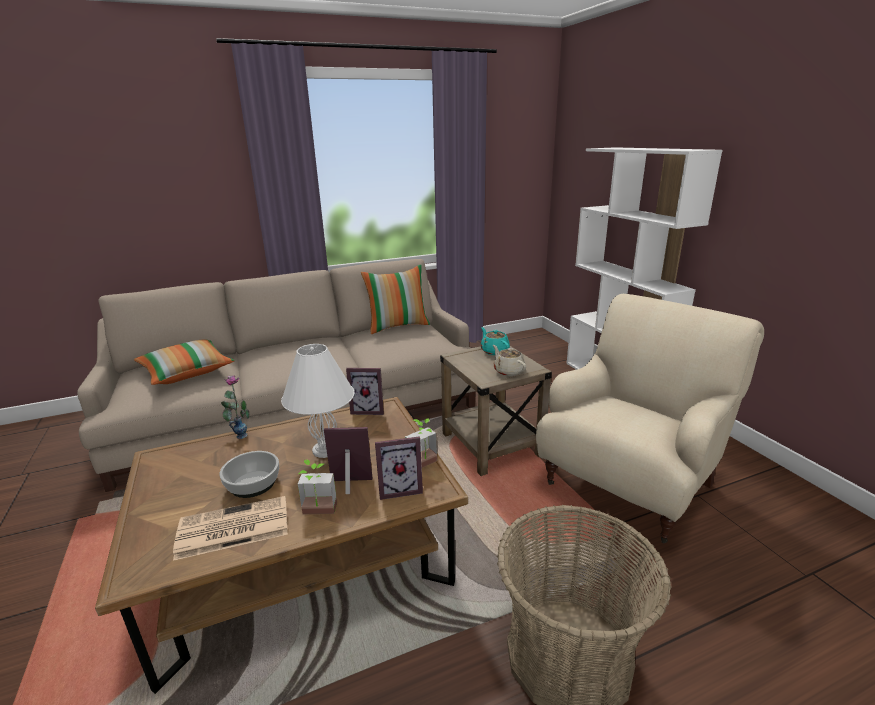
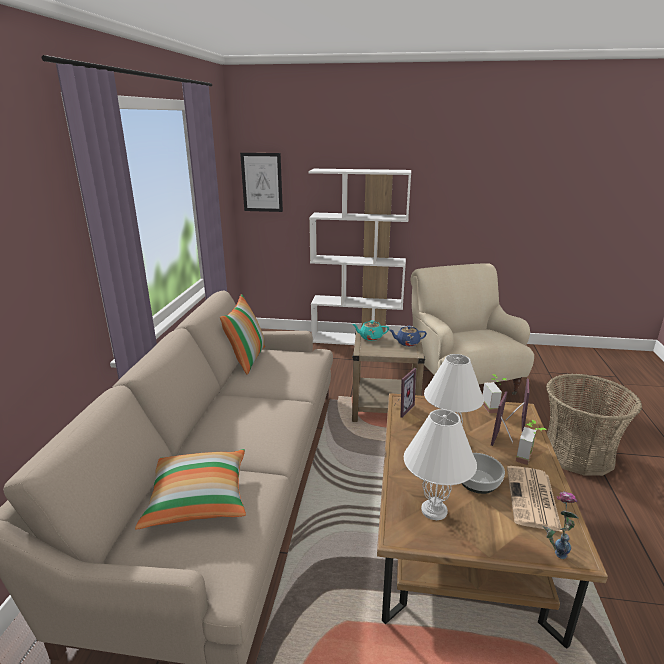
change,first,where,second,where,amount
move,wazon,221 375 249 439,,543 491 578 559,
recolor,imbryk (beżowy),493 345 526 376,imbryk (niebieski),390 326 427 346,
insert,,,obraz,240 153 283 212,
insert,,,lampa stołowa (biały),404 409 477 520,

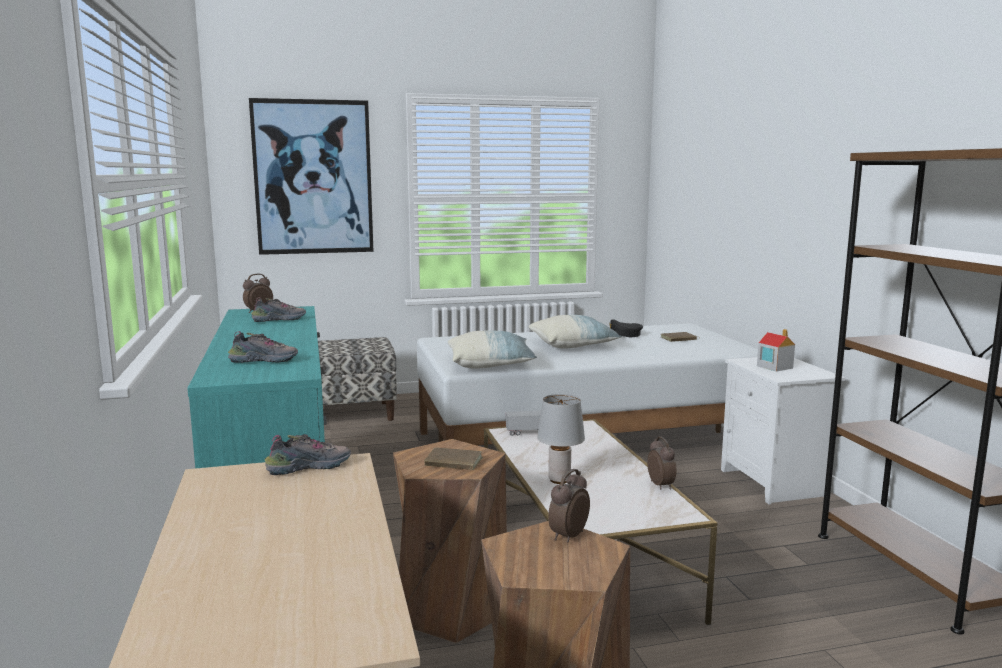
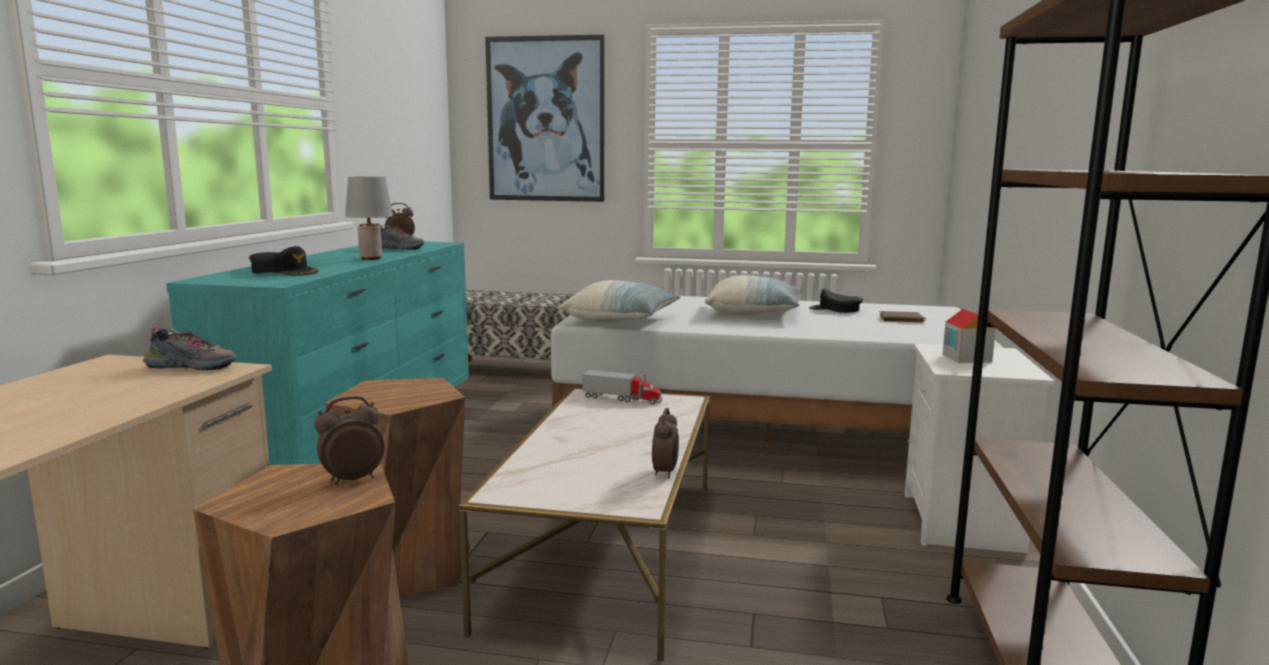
change,first,where,second,where,amount
replace,but,228 331 298 363,czapka z daszkiem (czarny),249 246 319 276,
delete,książka (brązowy),424 448 483 470,,,
move,lampa stołowa (szary),537 394 585 484,,345 177 393 260,

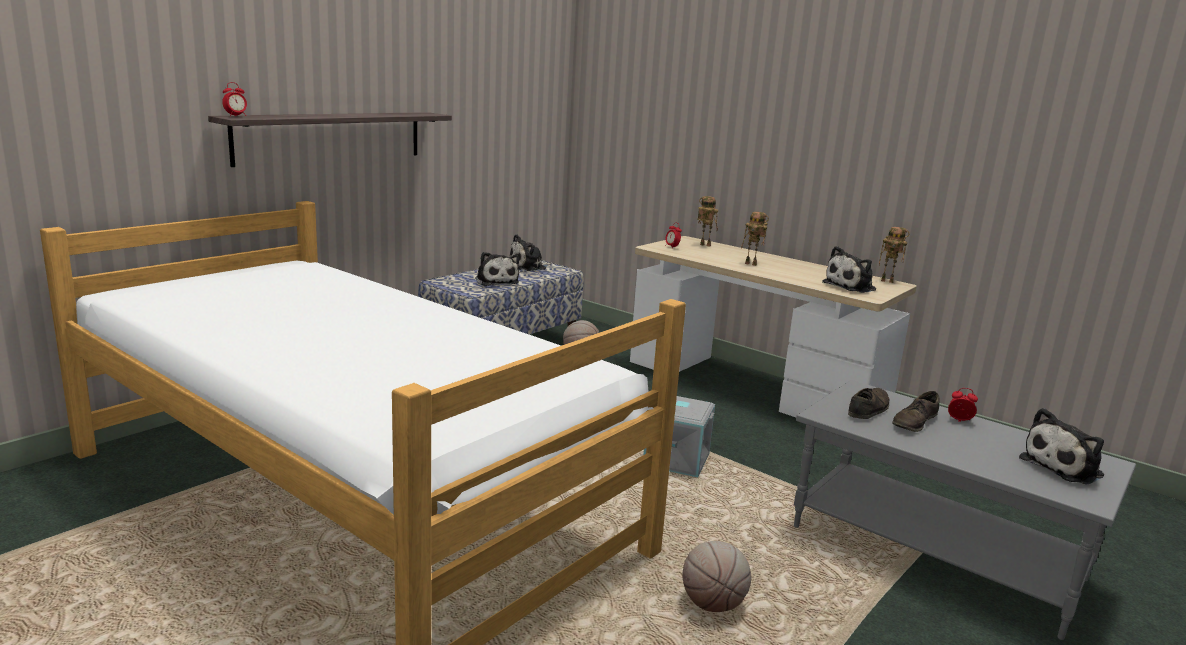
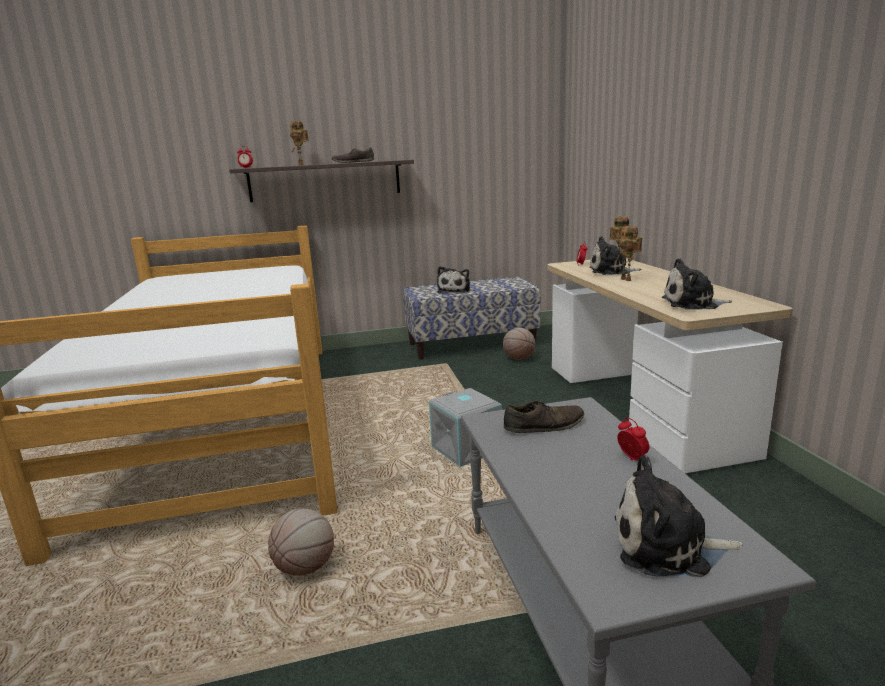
change,first,where,second,where,amount
move,pluszak,509 234 552 271,,589 236 642 275,
move,robot zabawkowy,879 227 909 283,,290 121 309 165,
move,but (brązowy),892 391 940 432,,332 148 374 163,

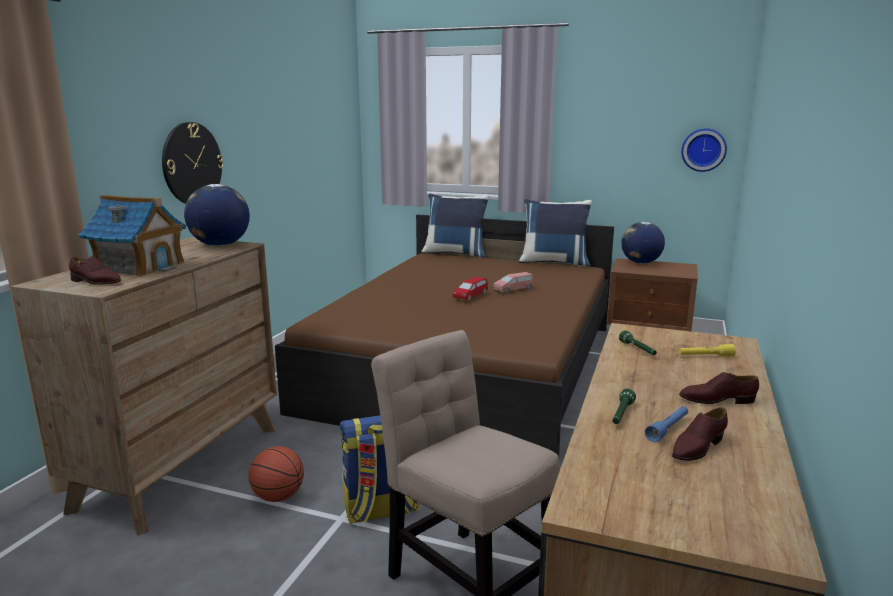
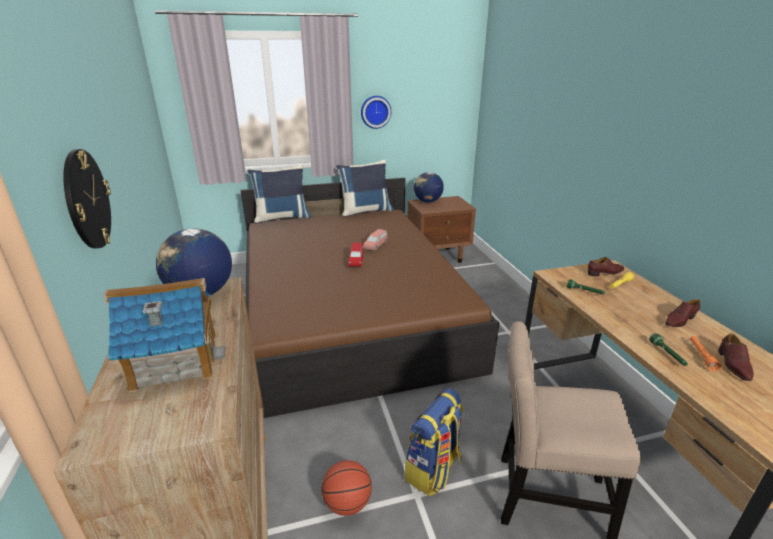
change,first,where,second,where,amount
move,but (brązowy),69 256 121 285,,588 257 624 276,
recolor,latarka (niebieski),645 406 688 442,latarka (pomarańczowy),690 336 722 371,
move,zegar ścienny,681 128 727 172,,361 96 391 129,

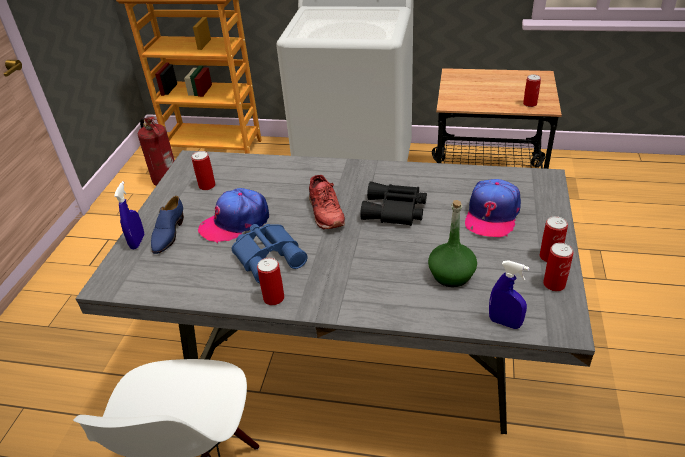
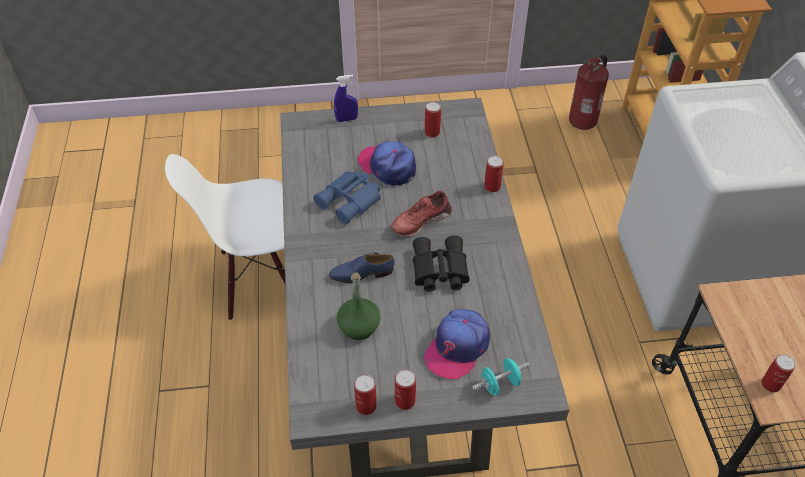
change,first,where,second,where,amount
move,but (niebieski),151 196 184 254,,329 252 394 283,
move,puszka,257 258 284 305,,484 156 504 192,
rotate,czapka z daszkiem,465 179 521 237,,424 309 490 380,60 degrees counterclockwise
delete,spryskiwacz (niebieski),489 260 529 329,,,
insert,,,hantel (turkusowy),472 358 530 396,

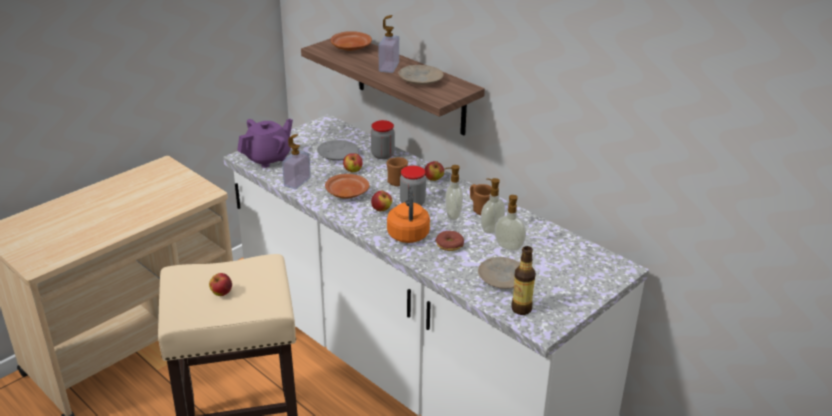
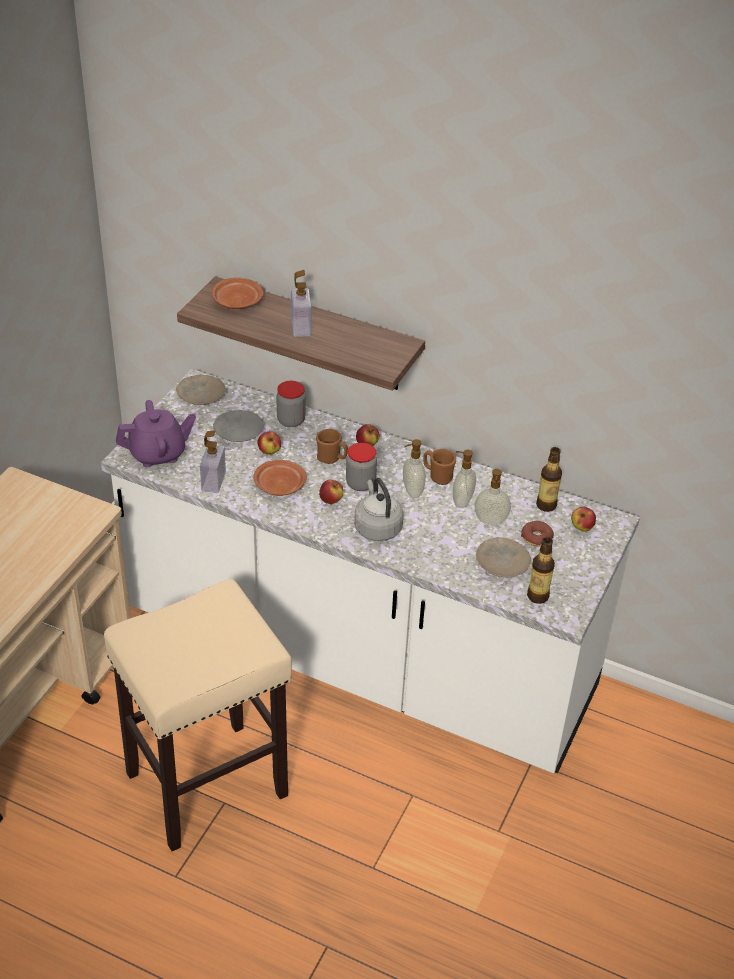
change,first,where,second,where,amount
move,jabłko,209 273 232 296,,571 507 596 532,
rotate,imbryk (fioletowy),237 119 293 168,,116 400 196 467,45 degrees clockwise
recolor,czajnik (pomarańczowy),387 186 430 243,czajnik (szary),354 478 404 541,
move,talerz (beżowy),398 65 444 85,,176 375 226 405,
move,donut,435 231 464 251,,521 521 554 546,
insert,,,butelka,536 447 562 512,

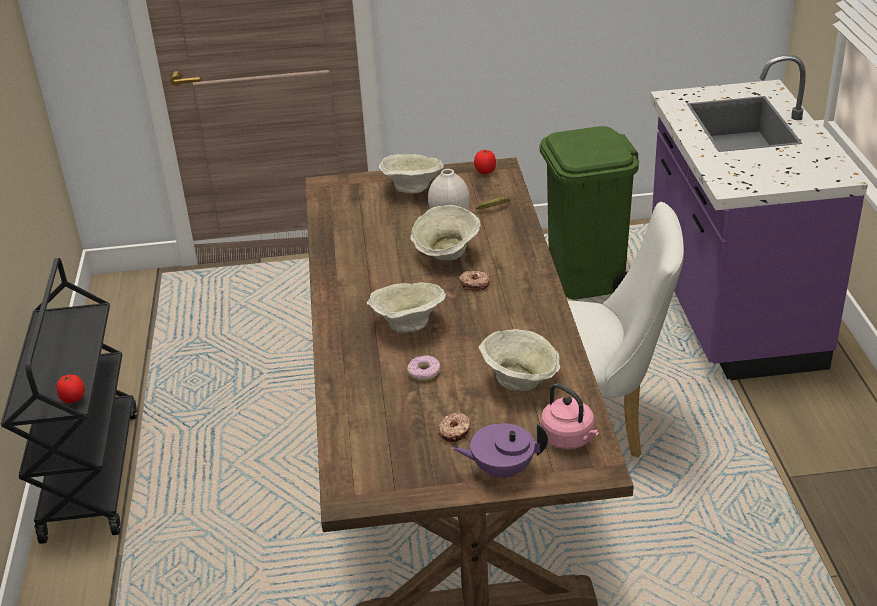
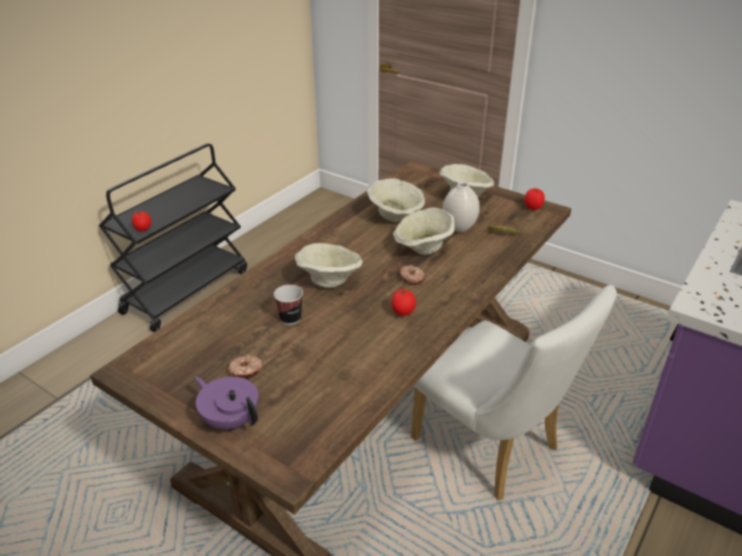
change,first,where,second,where,amount
replace,donut,407 355 441 381,filiżanka,274 285 303 325,
move,miska (beżowy),479 329 560 391,,367 179 425 222,
delete,kosz na śmieci (zielony),539 126 639 299,,,
delete,czajnik (różowy),541 383 599 449,,,
insert,,,pomidor,391 289 416 316,

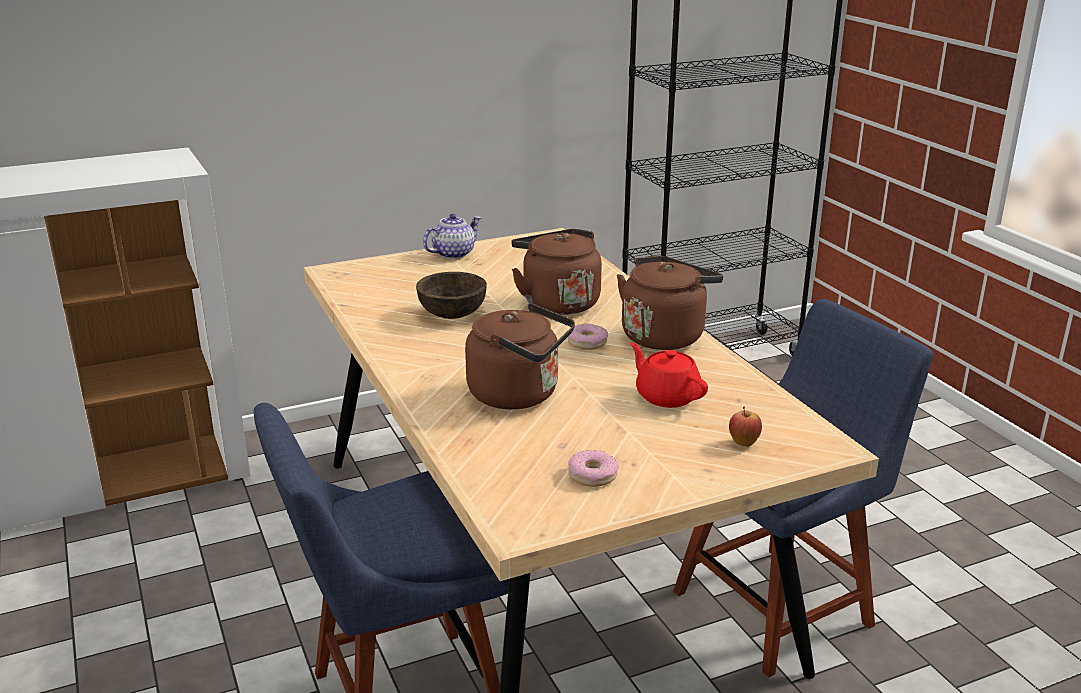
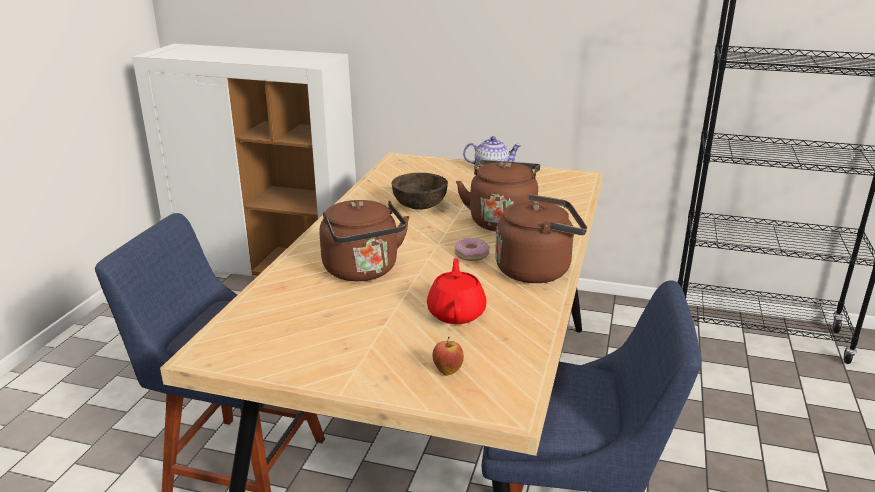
change,first,where,second,where,amount
delete,donut,568 450 619 487,,,

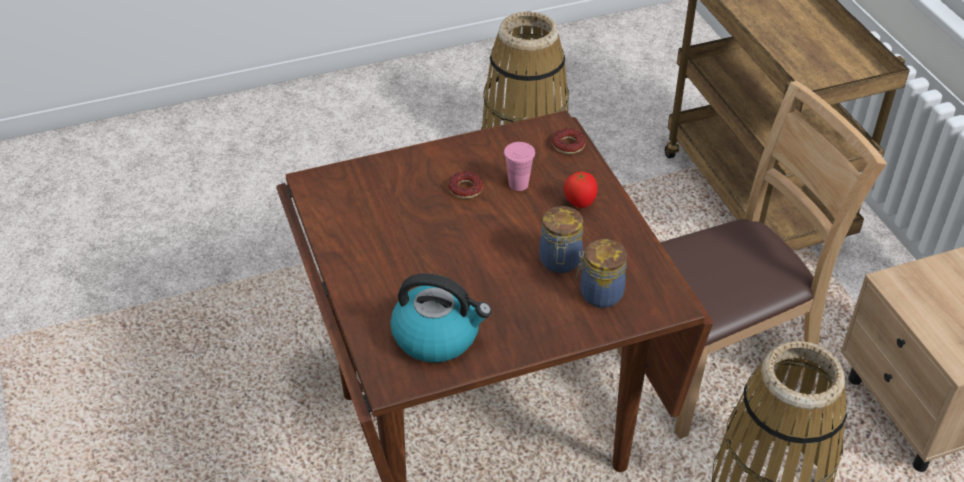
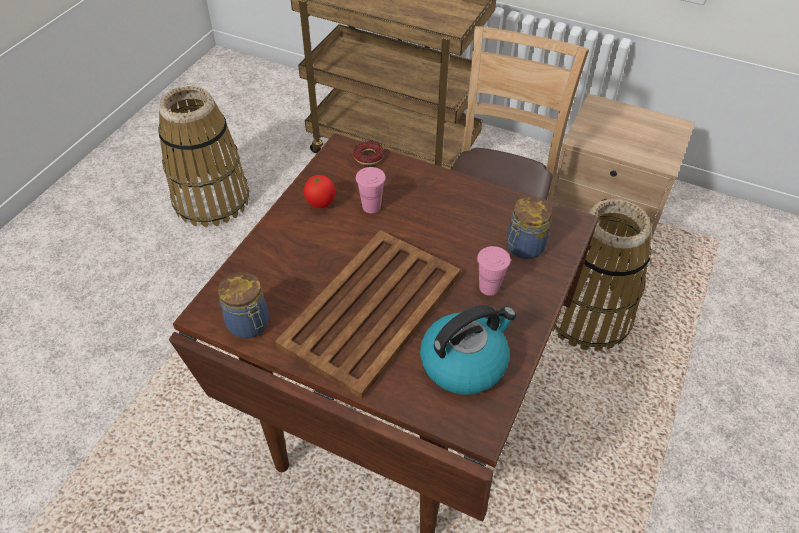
change,first,where,second,where,amount
delete,donut,448 171 483 199,,,
move,słoik,539 206 583 273,,218 272 269 339,
move,pomidor,564 171 598 208,,304 175 335 208,
insert,,,taca (brązowy),275 230 461 399,
insert,,,filiżanka (różowy),477 246 511 296,

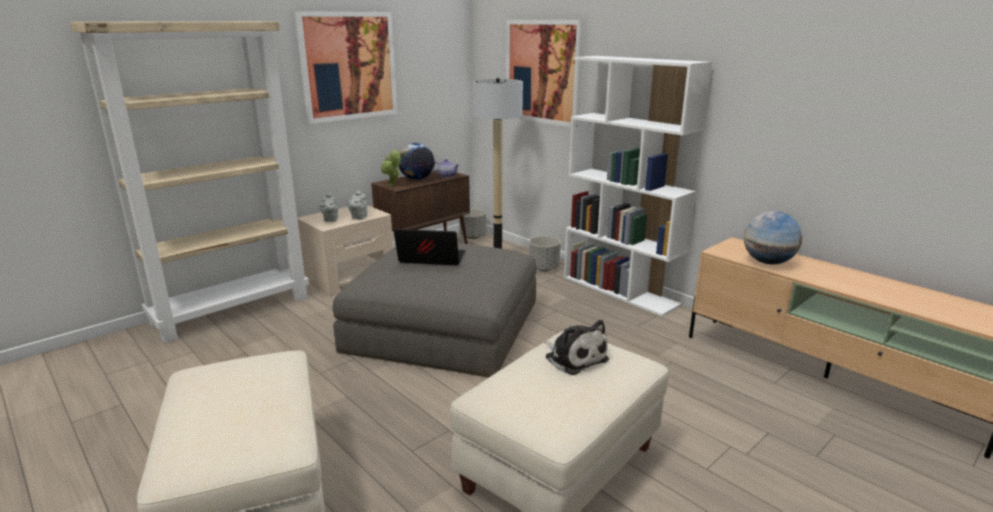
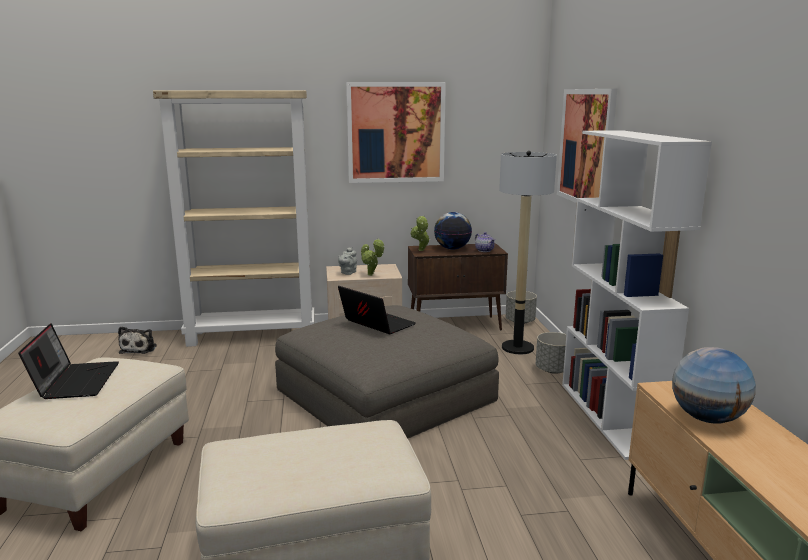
change,first,where,second,where,amount
replace,imbryk (szary),347 190 367 220,roślina doniczkowa,361 238 384 276,
move,pluszak,544 320 609 375,,118 326 157 354,
insert,,,laptop,18 323 119 399,

